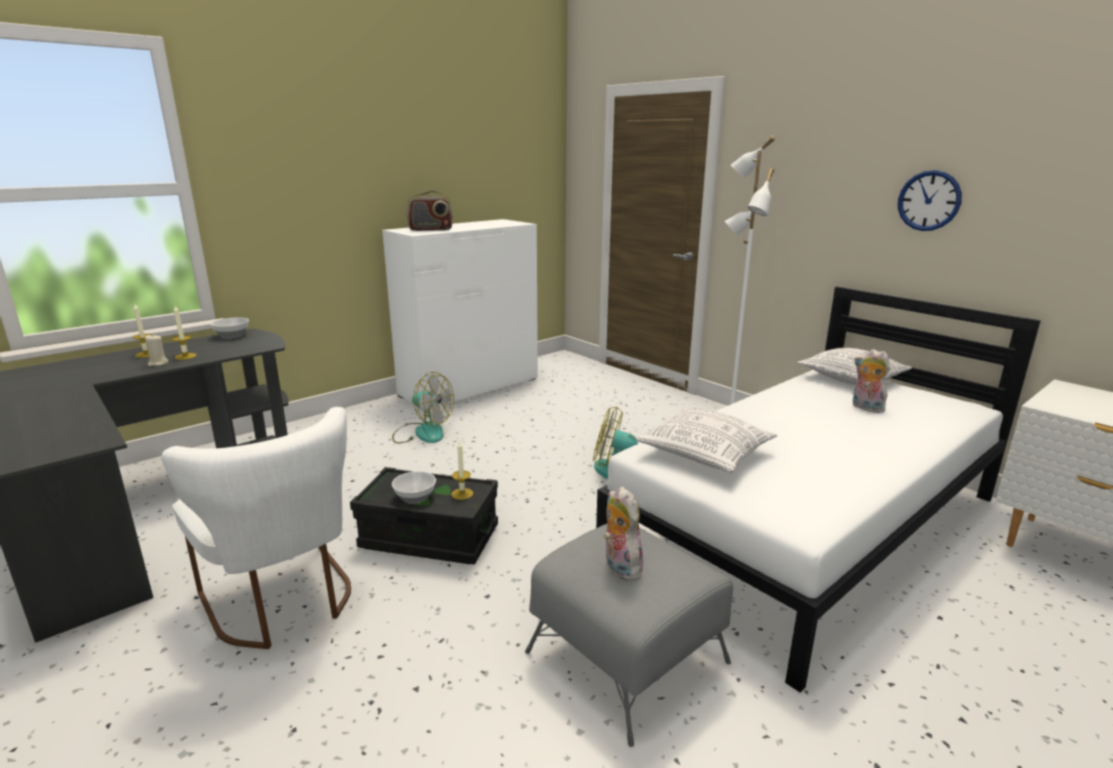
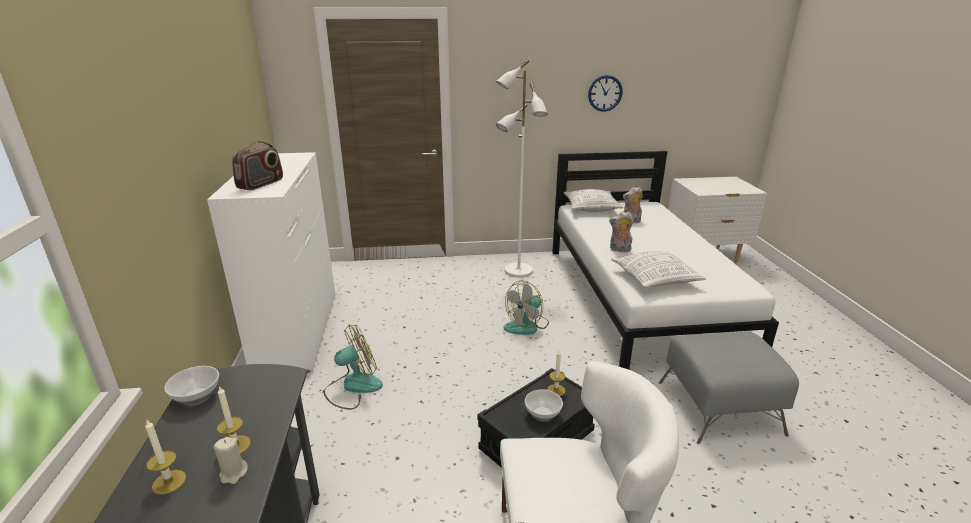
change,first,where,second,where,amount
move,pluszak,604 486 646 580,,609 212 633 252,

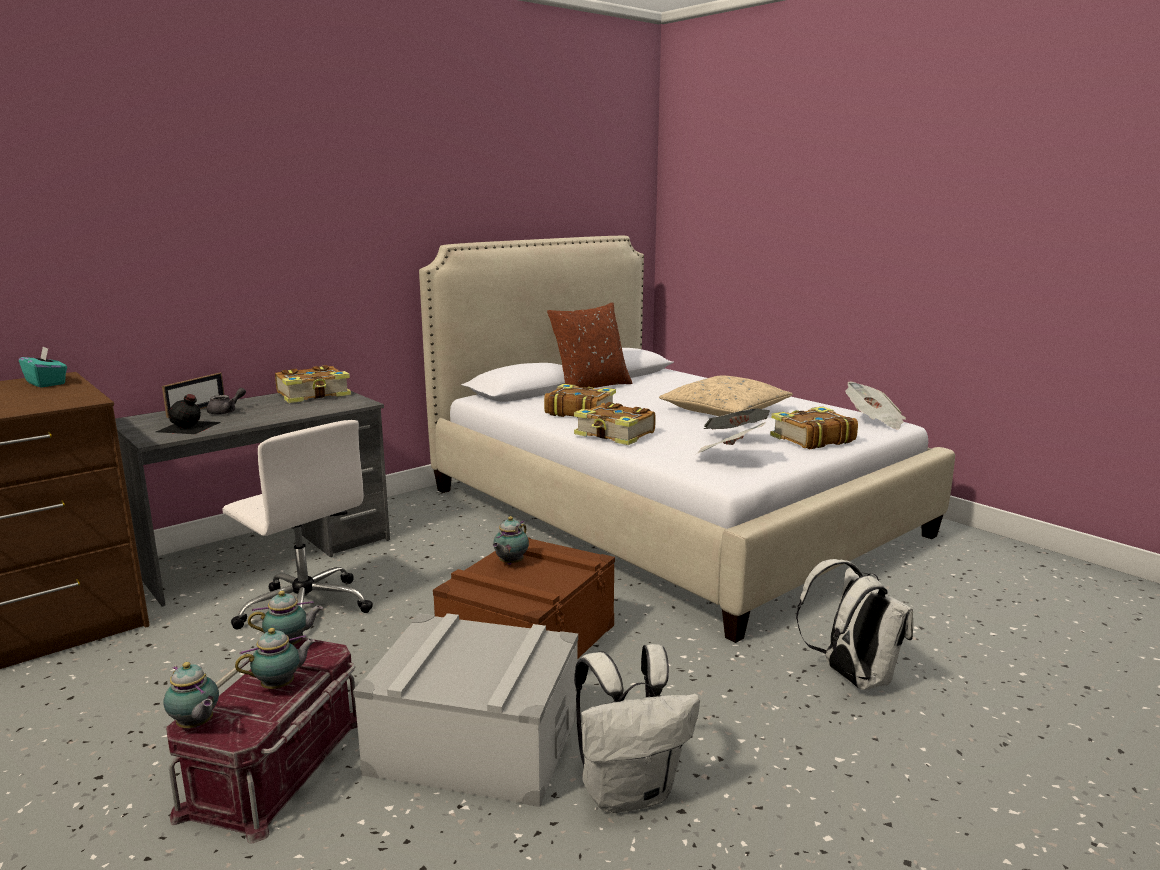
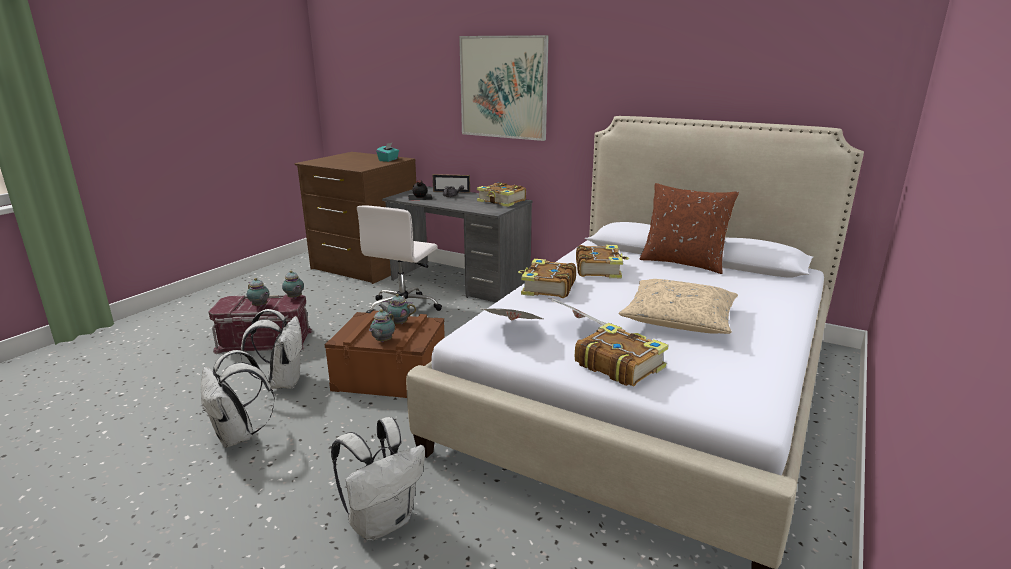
change,first,where,second,where,amount
move,imbryk,163 662 219 728,,369 309 395 342,
replace,pojemnik do przechowywania (szary),353 613 578 807,plecak (biały),240 309 304 389,
delete,gazeta,846 382 906 430,,,
insert,,,obraz,459 35 549 141,

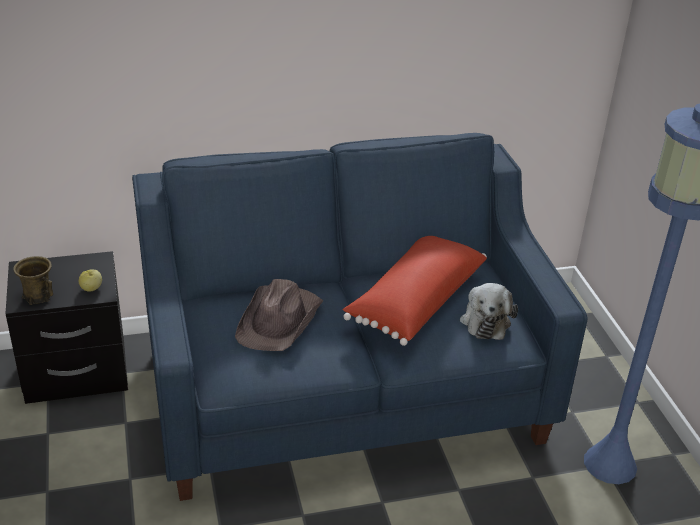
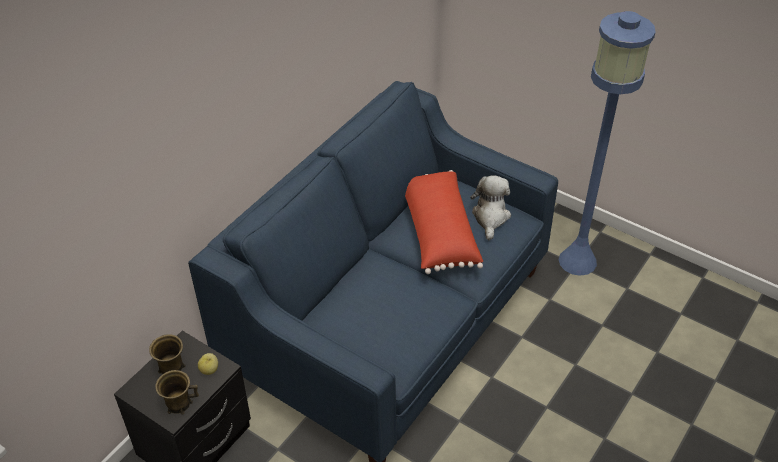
change,first,where,second,where,amount
delete,kapelusz (brązowy),235 279 323 351,,,
rotate,pluszak,460 283 518 340,,470 175 511 241,135 degrees counterclockwise
insert,,,kubek (brązowy),149 334 185 374,

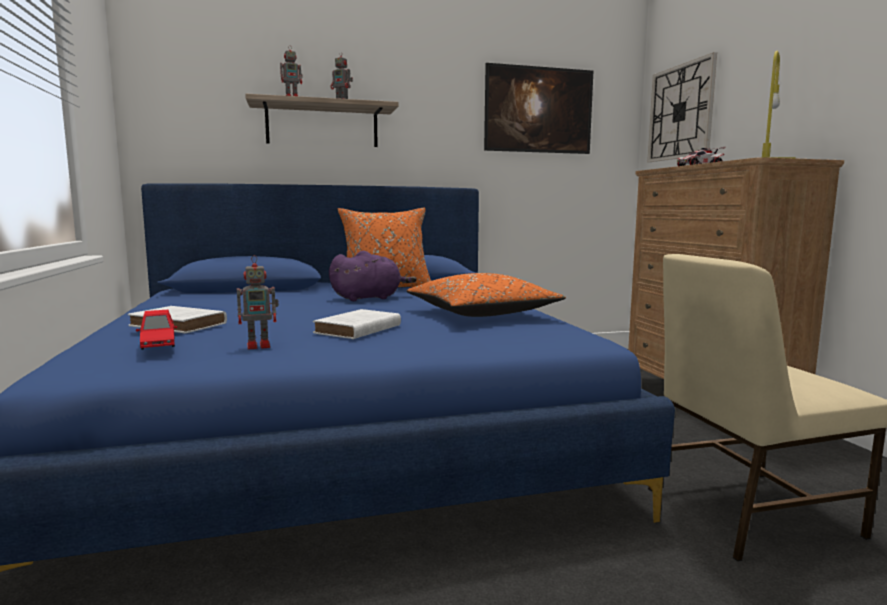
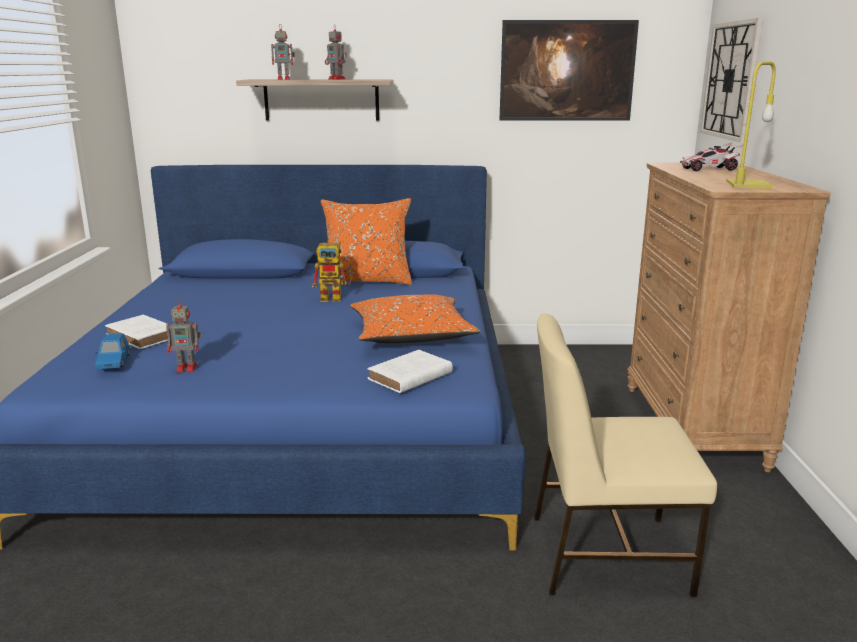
change,first,where,second,where,amount
recolor,samochodzik (czerwony),136 310 177 350,samochodzik (niebieski),95 333 130 369,
move,książka (biały),313 309 401 339,,367 350 452 393,
replace,pluszak (fioletowy),329 251 417 301,robot zabawkowy,312 241 352 302,

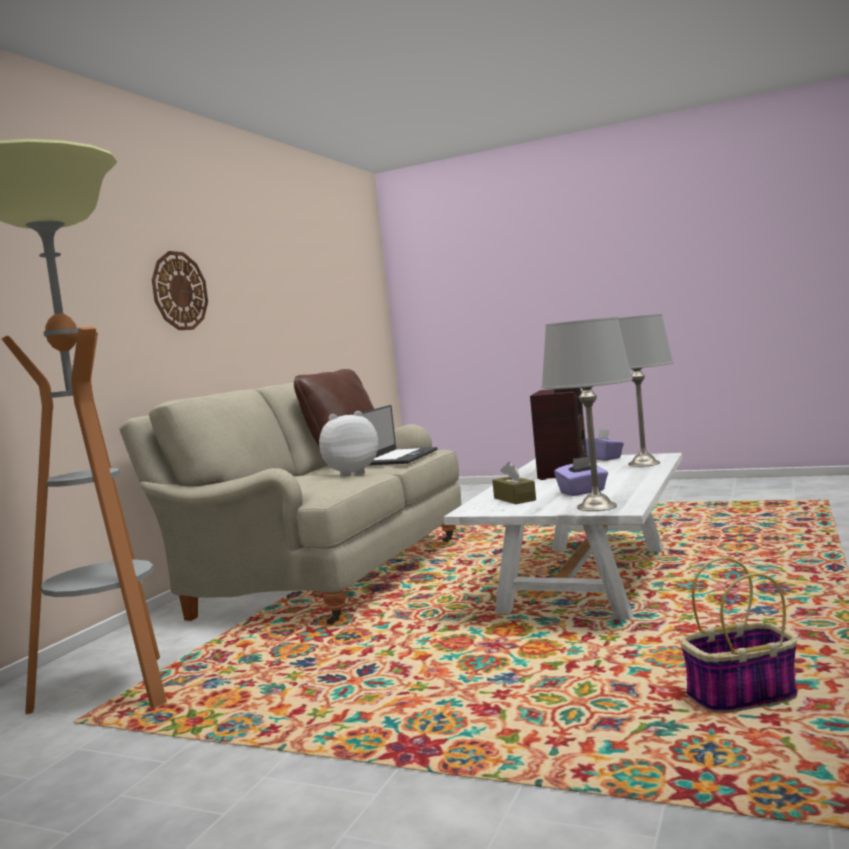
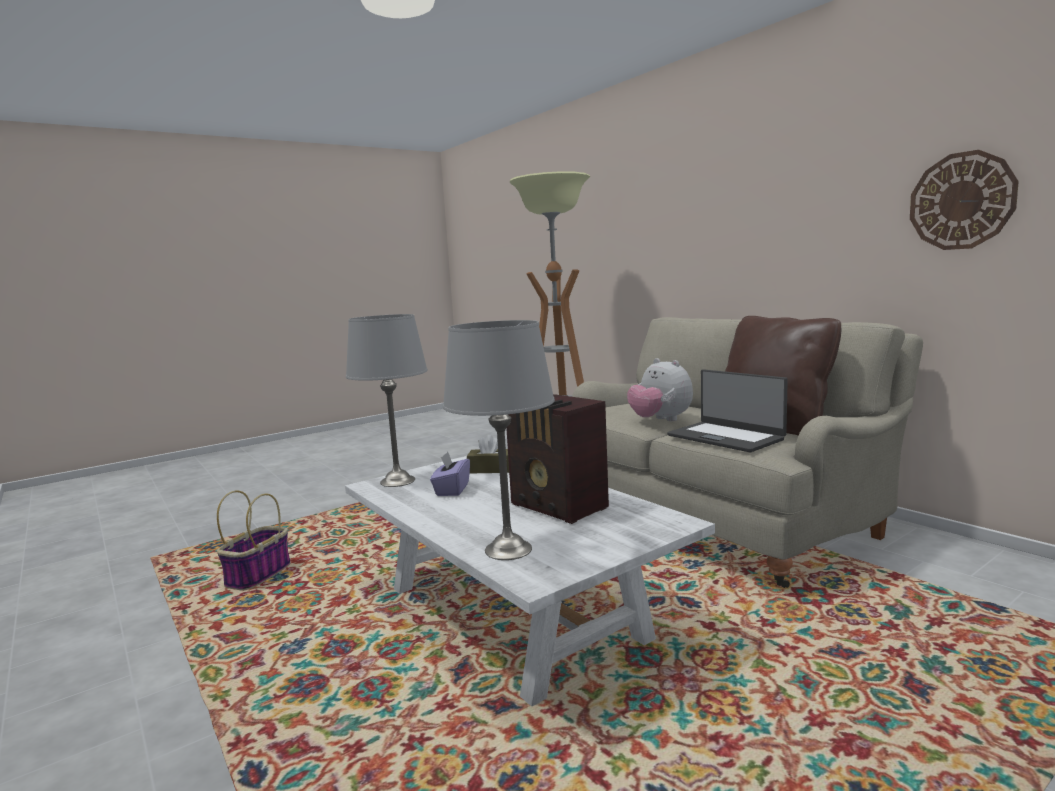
change,first,where,second,where,amount
move,zegar ścienny,152 251 208 330,,910 150 1019 250,
rotate,pluszak,319 411 378 477,,627 358 693 421,135 degrees clockwise
delete,pudełko chusteczek (fioletowy),585 429 624 461,,,

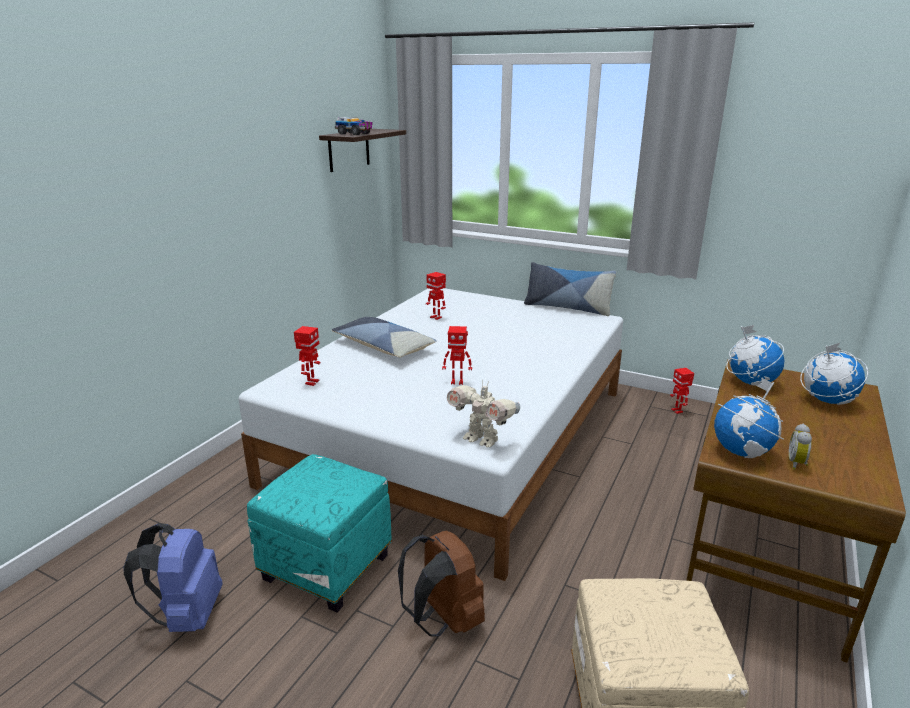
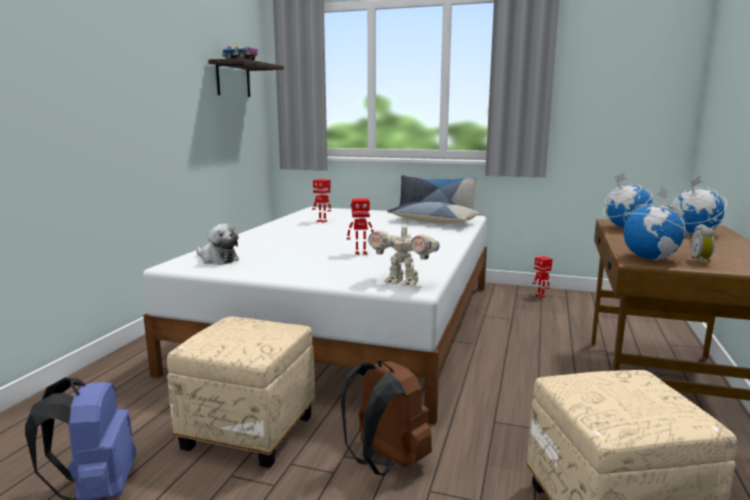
change,first,where,second,where,amount
recolor,pufa (turkusowy),247 454 392 612,pufa (beżowy),167 316 315 468,
replace,robot zabawkowy,294 326 321 386,pluszak,196 224 239 265,
move,poduszka,332 317 437 358,,387 201 480 224,

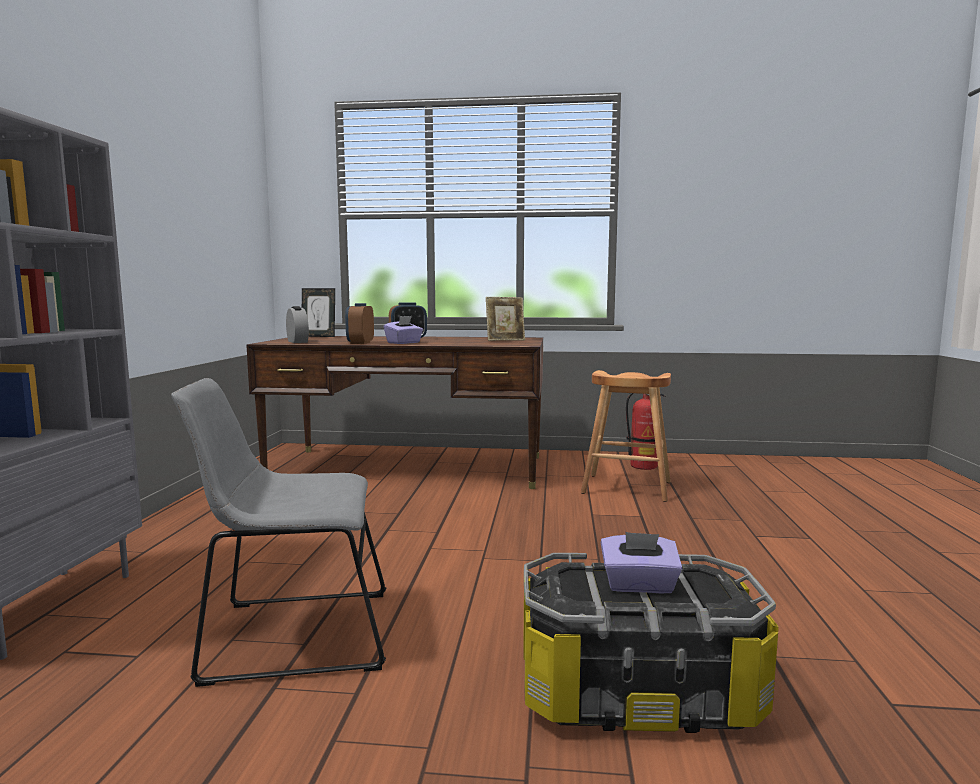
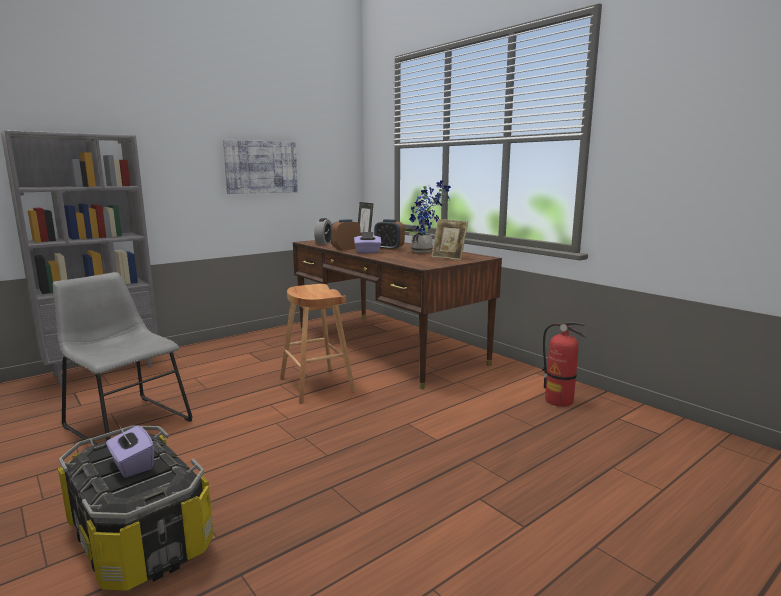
change,first,where,second,where,amount
move,stołek (brązowy),581 370 671 502,,280 284 356 404,
insert,,,obraz,223 140 298 194,
insert,,,roślina doniczkowa,401 180 451 253,

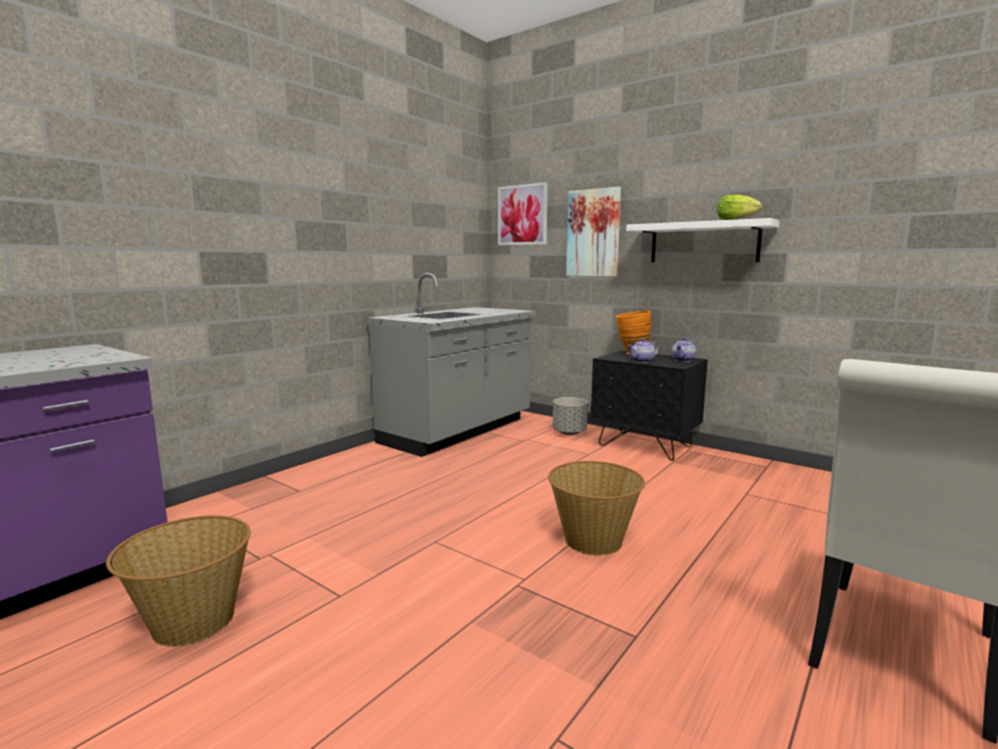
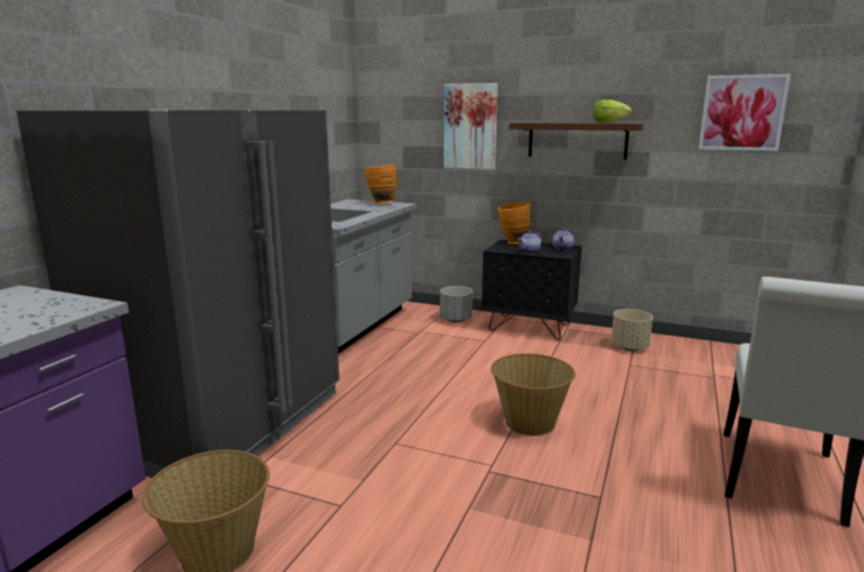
change,first,where,second,where,amount
move,obraz,498 182 548 245,,698 74 791 151,
recolor,półka (biały),626 218 780 262,półka (brązowy),509 122 644 159,
insert,,,lodówka (szary),16 110 339 478,
insert,,,wazon (pomarańczowy),364 164 397 204,
insert,,,donica (beżowy),611 309 653 351,

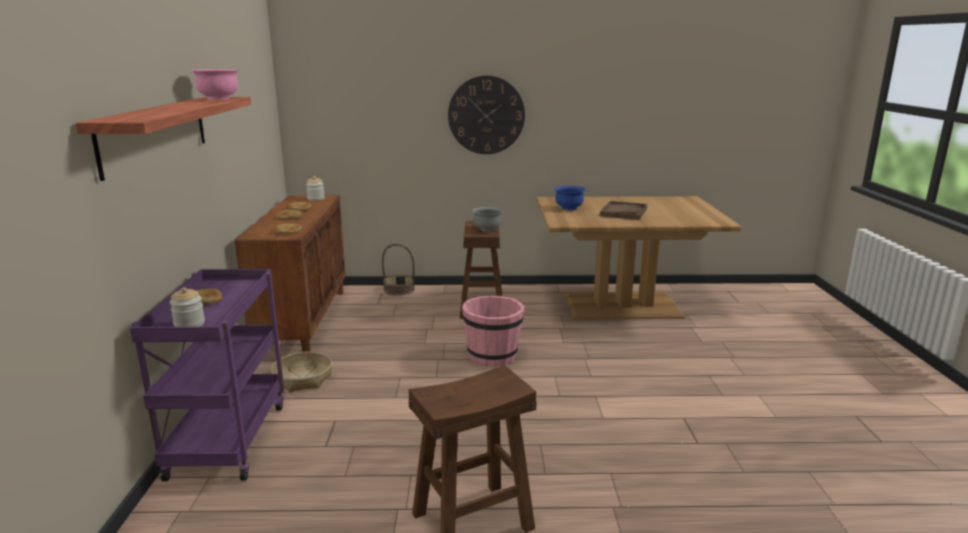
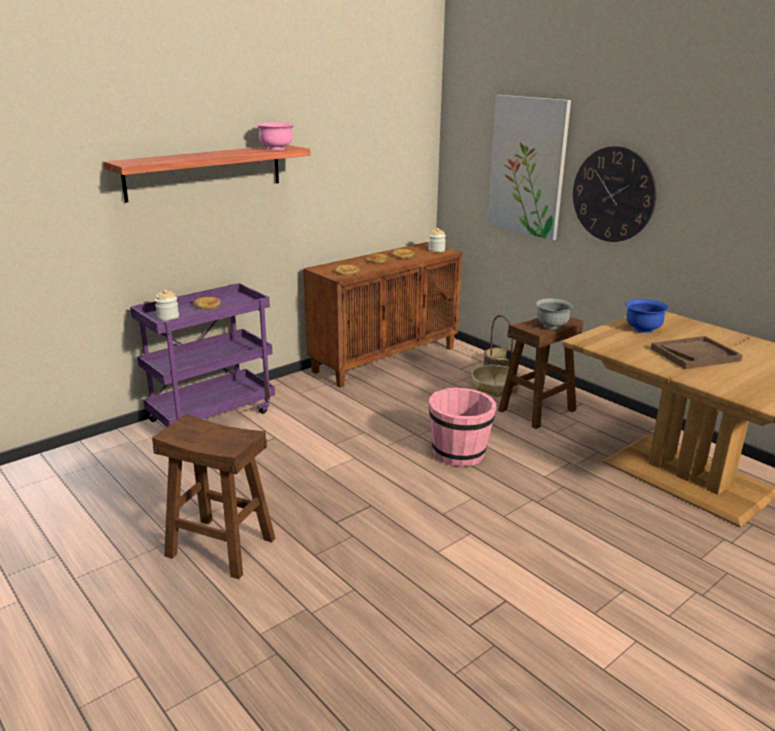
change,first,where,second,where,amount
move,koszyk,271 351 332 393,,472 365 521 397,
insert,,,obraz,487 95 571 240,

